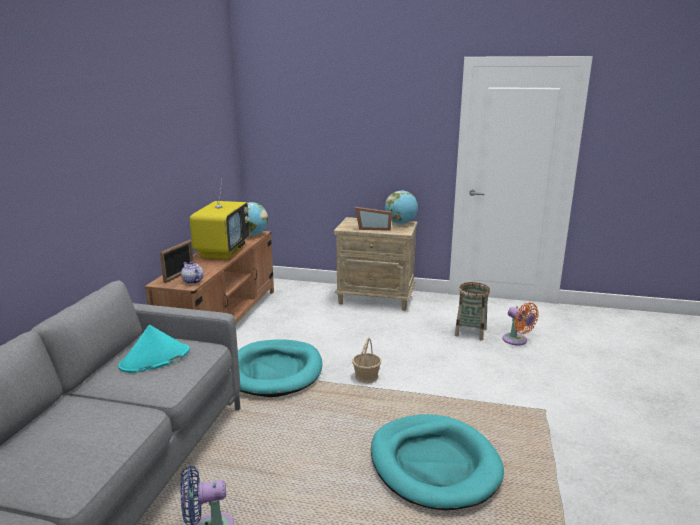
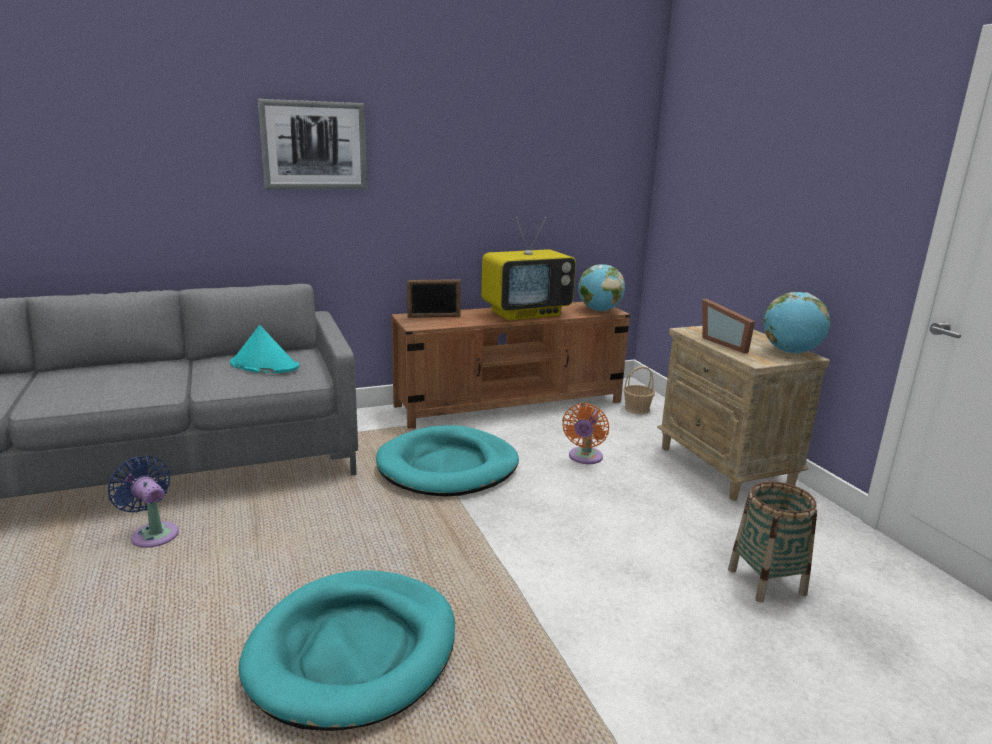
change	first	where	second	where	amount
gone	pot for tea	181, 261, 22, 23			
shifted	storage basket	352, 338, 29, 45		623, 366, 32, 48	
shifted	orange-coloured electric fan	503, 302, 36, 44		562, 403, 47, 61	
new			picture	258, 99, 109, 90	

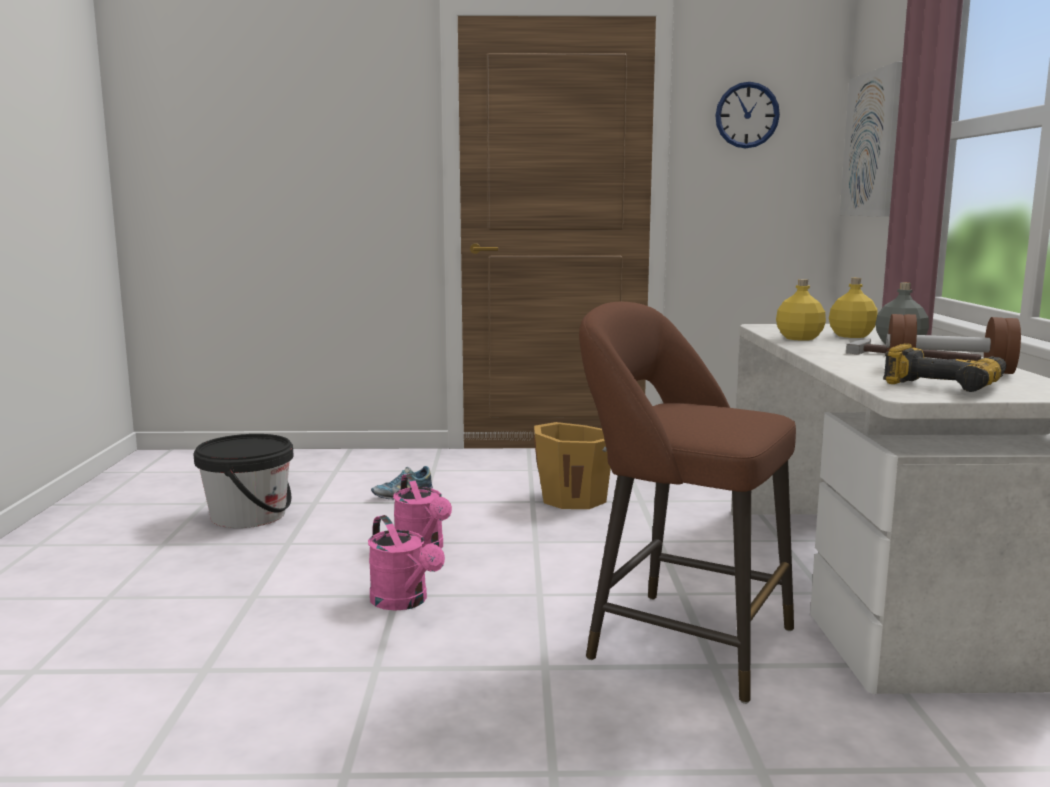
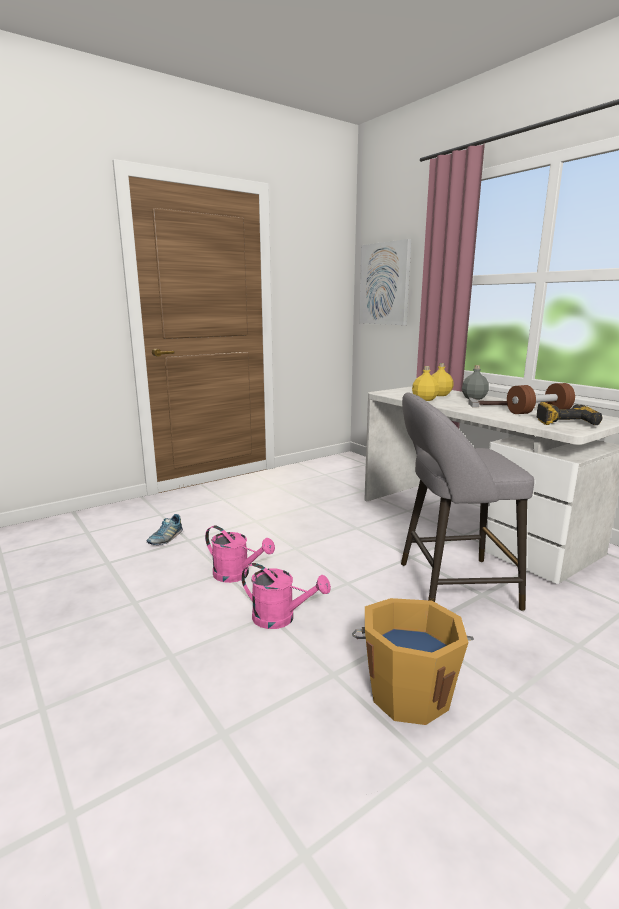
change	first	where	second	where	amount
gone	black-coloured water bucket	193, 434, 101, 94			
shifted	orange-coloured water bucket	534, 422, 77, 87		352, 598, 122, 127	
repainted	brownish stool seat	579, 302, 217, 402	grey stool seat	401, 392, 133, 219	
gone	hanging clock	715, 82, 65, 67			

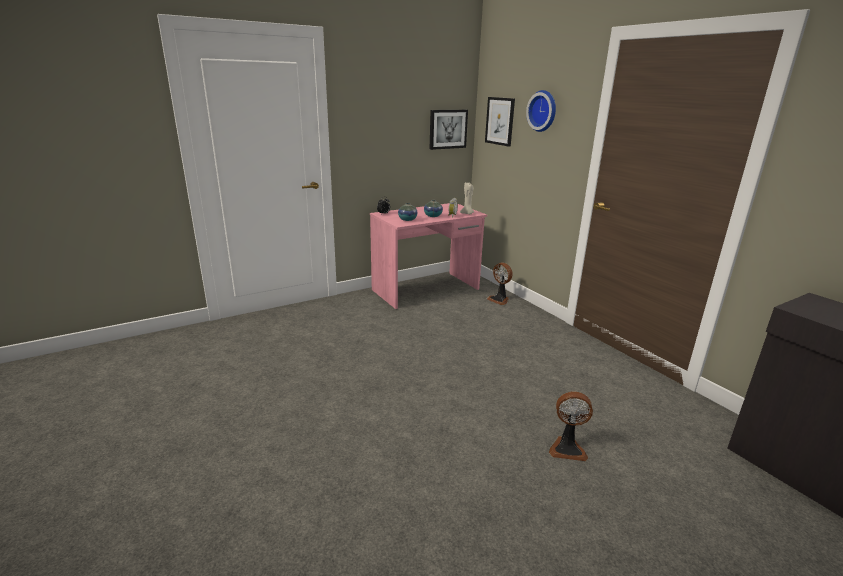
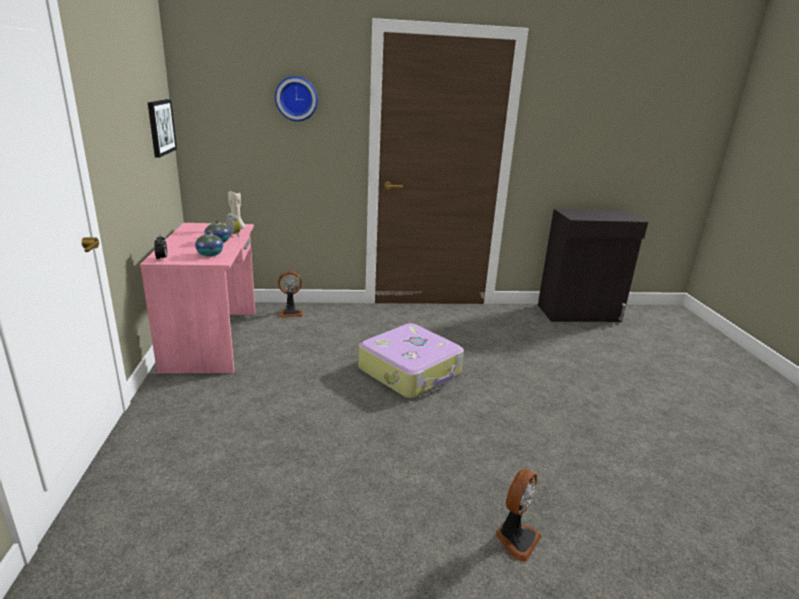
change	first	where	second	where	amount
gone	picture	485, 97, 30, 50			
shifted	electric fan	549, 392, 44, 69		495, 469, 47, 93	
new			piece of luggage	358, 323, 106, 75	

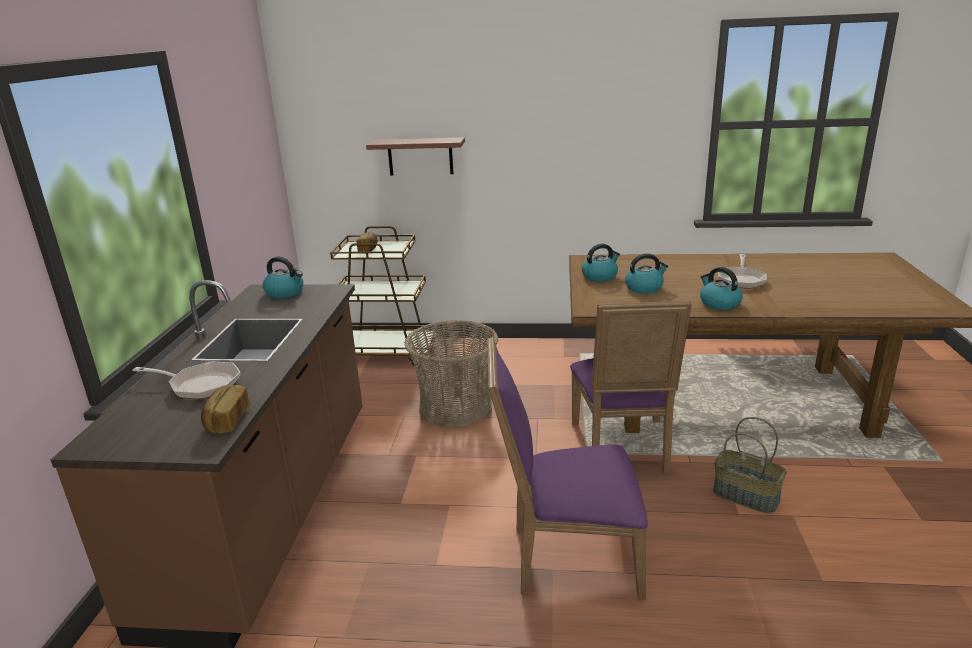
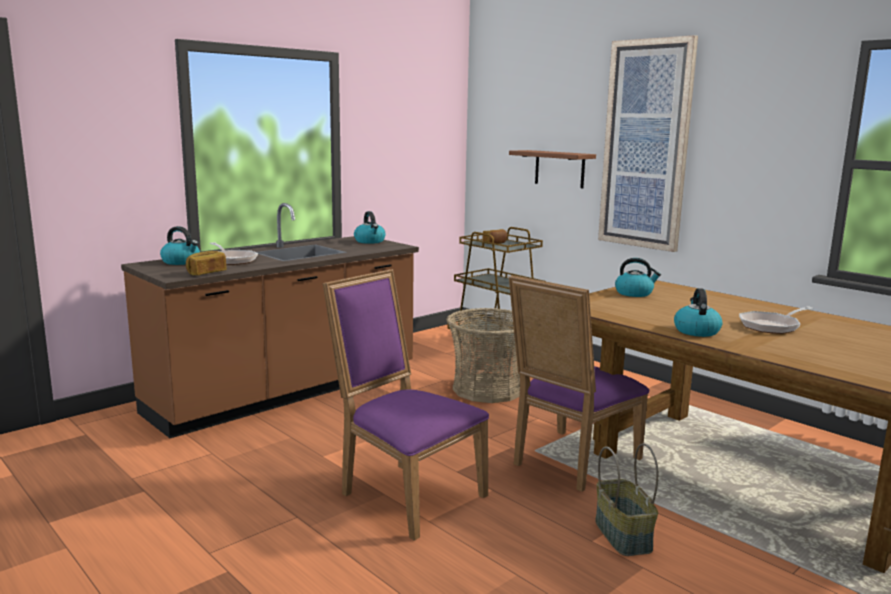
change	first	where	second	where	amount
shifted	tea kettle	625, 253, 43, 41		160, 226, 40, 39	
new			picture	598, 35, 100, 217	

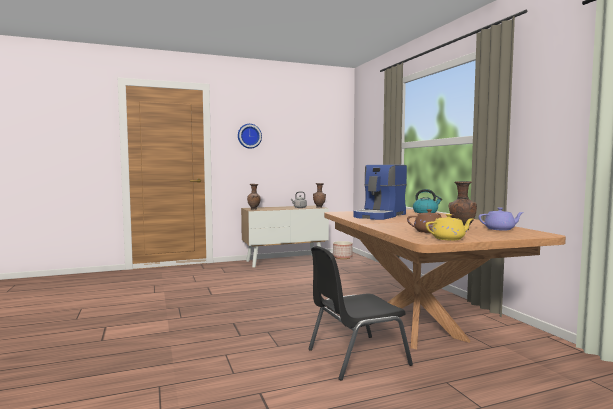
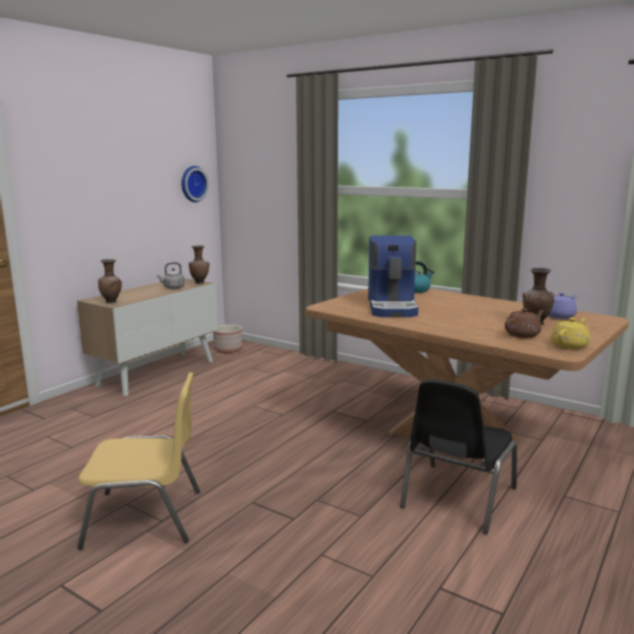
change	first	where	second	where	amount
shifted	hanging clock	238, 124, 24, 25		181, 166, 28, 36	
new			yellowish upright chair	77, 372, 123, 178	

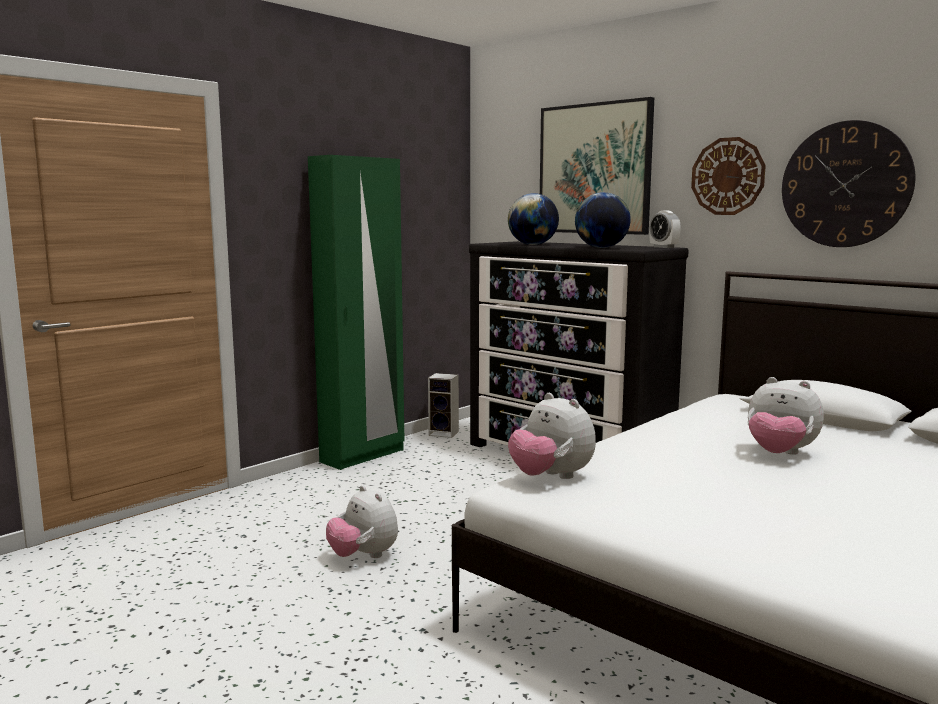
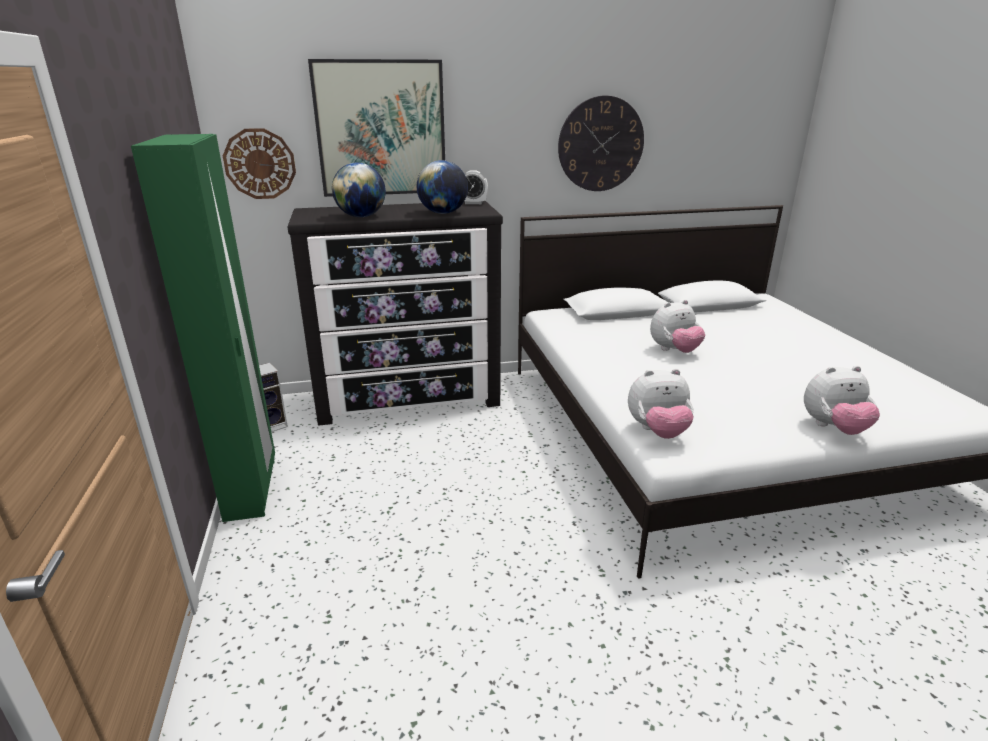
change	first	where	second	where	amount
shifted	cuddly toy	326, 486, 72, 72		804, 366, 76, 69	
shifted	hanging clock	691, 137, 75, 78		223, 128, 73, 71	

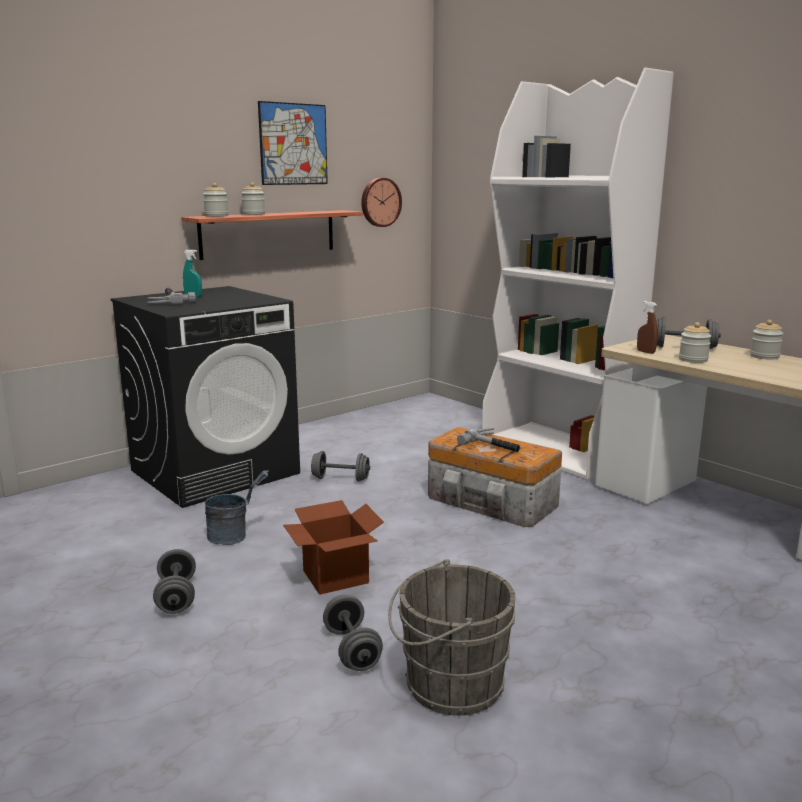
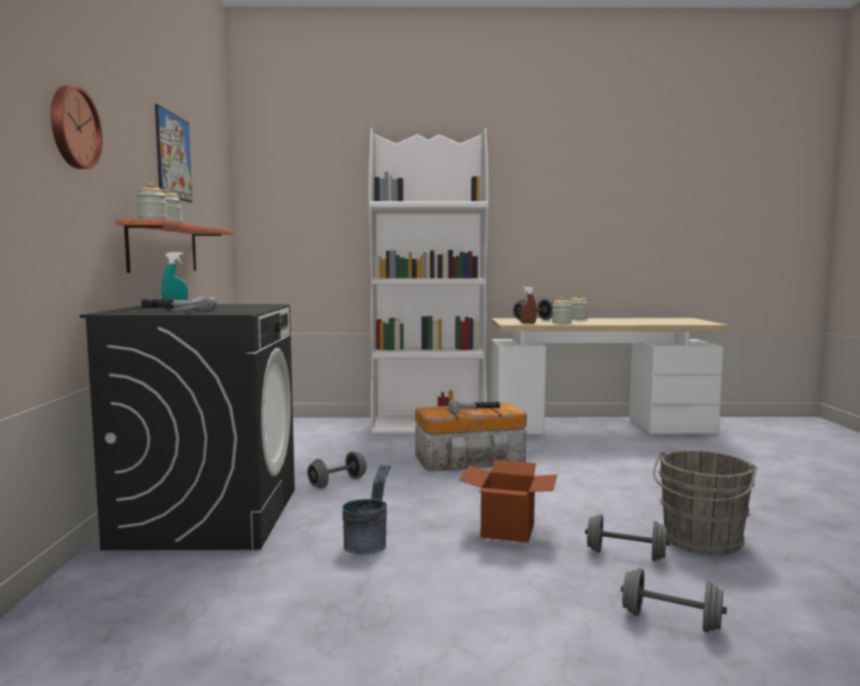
change	first	where	second	where	amount
shifted	grey dumbbell	153, 549, 43, 65		621, 568, 106, 64	
shifted	hanging clock	361, 178, 41, 49		51, 85, 52, 84	

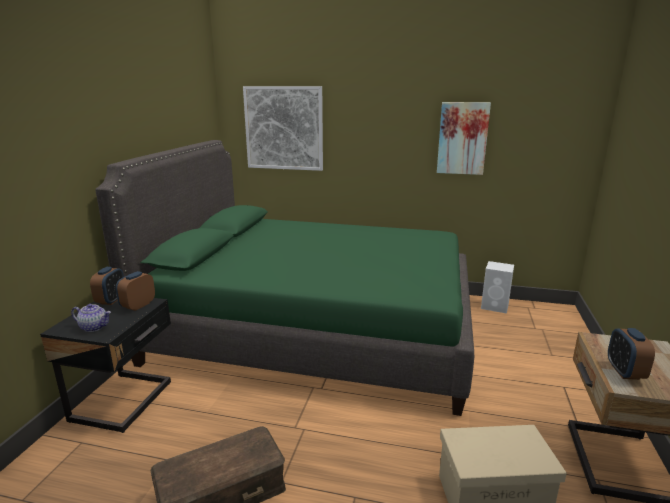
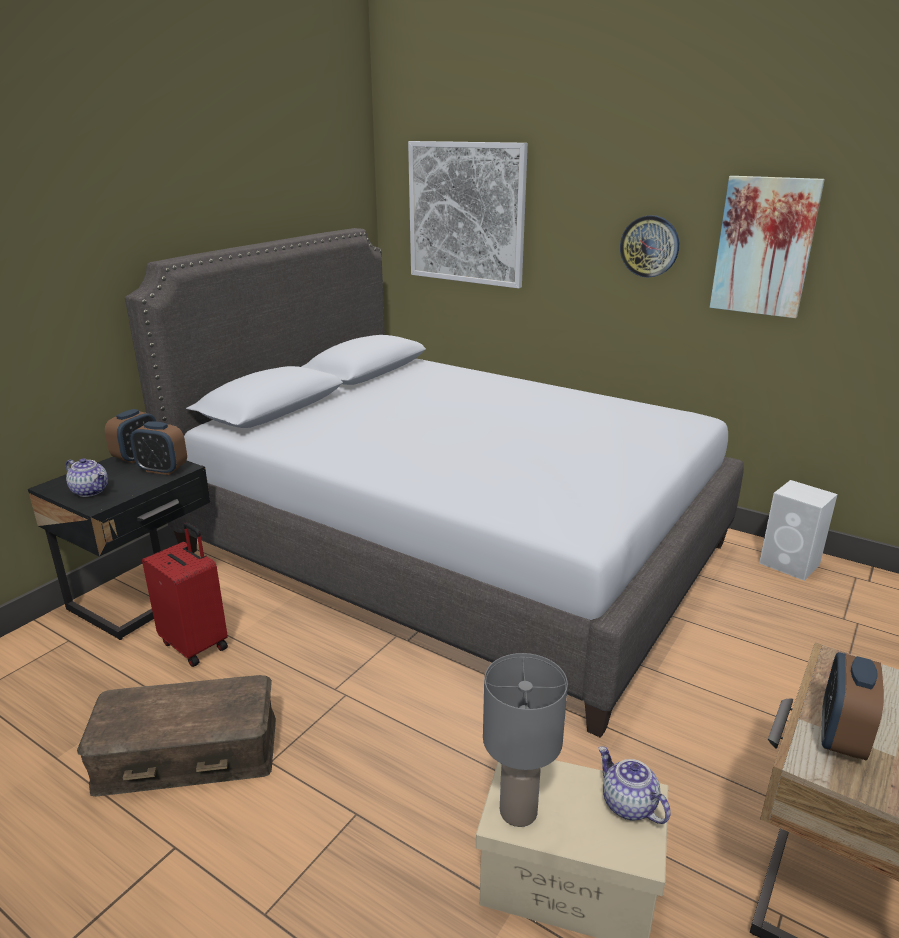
change	first	where	second	where	amount
repainted	green-coloured bed	95, 140, 379, 276	grey bed	125, 228, 619, 510	
rotated	alarm clock	116, 271, 39, 40		130, 421, 57, 54	120 degrees counterclockwise
new			red piece of luggage	142, 523, 86, 144	
new			grey lamp for a table	483, 653, 85, 174	
new			pot for tea	598, 746, 73, 78	
new			hanging clock	620, 215, 59, 62	

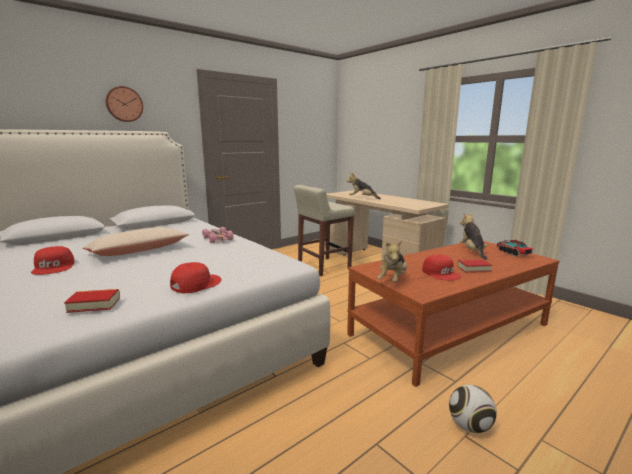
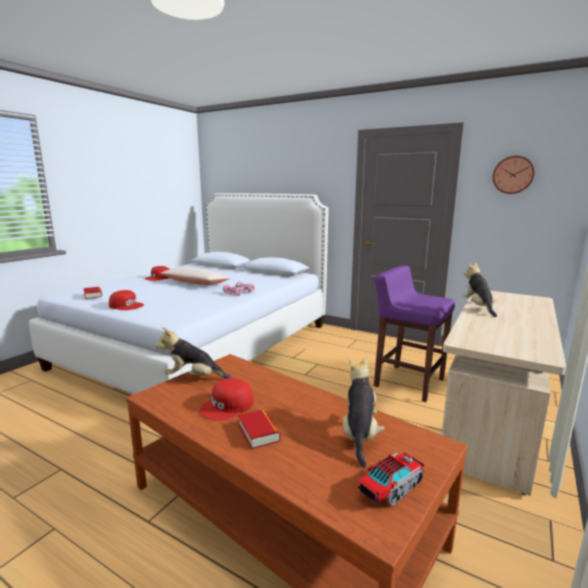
change	first	where	second	where	amount
shifted	hanging clock	105, 86, 38, 36		493, 156, 42, 38	
repainted	beige stool seat	294, 185, 61, 91	purple-coloured stool seat	374, 266, 81, 136	
gone	ball for football	449, 385, 48, 48			
rotated	cuddly toy	460, 213, 27, 47		343, 357, 42, 111	60 degrees counterclockwise

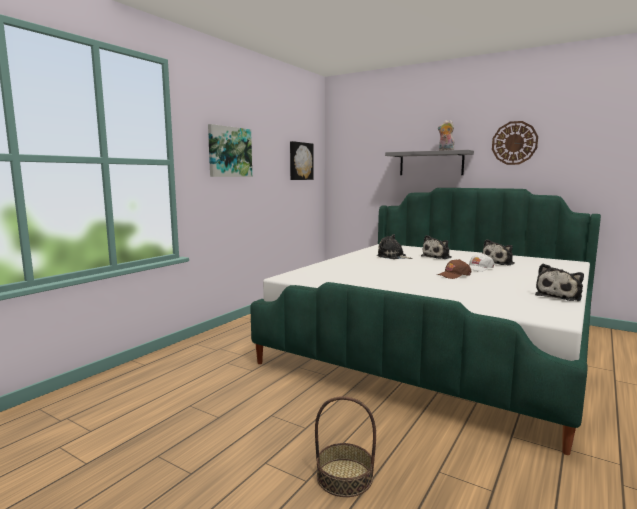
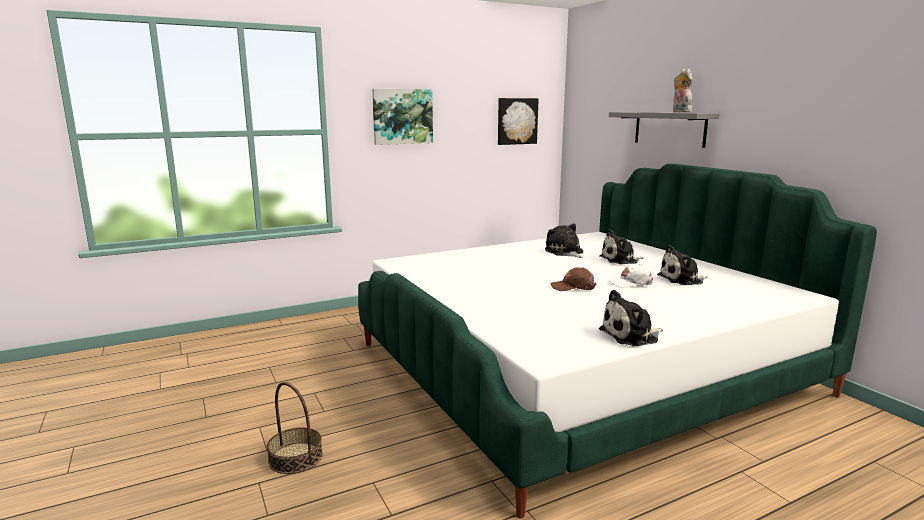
change	first	where	second	where	amount
gone	hanging clock	492, 121, 46, 44			

